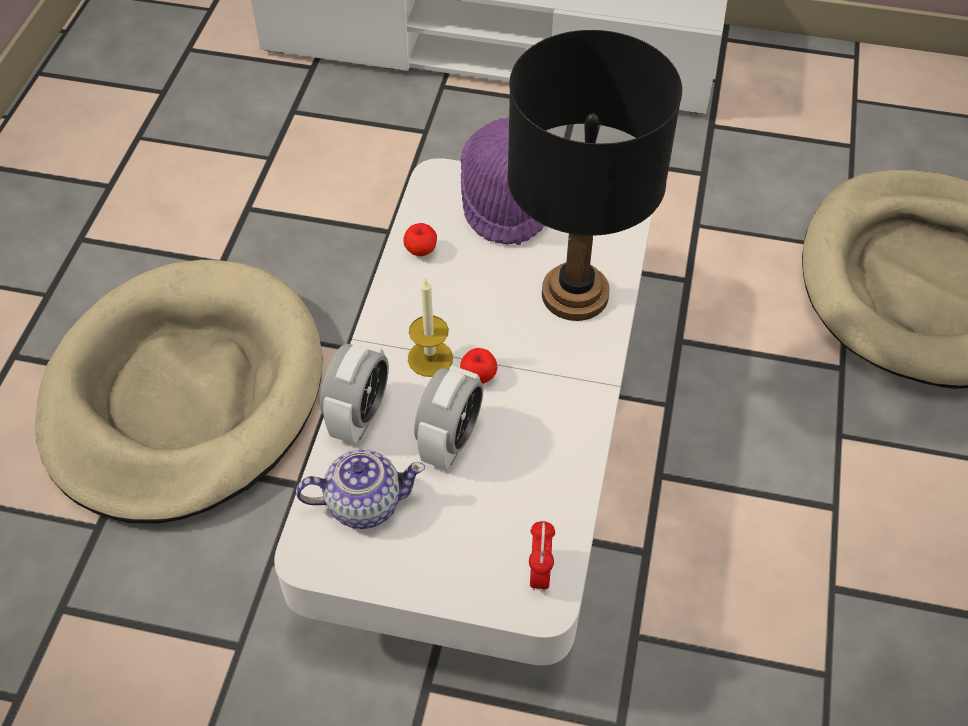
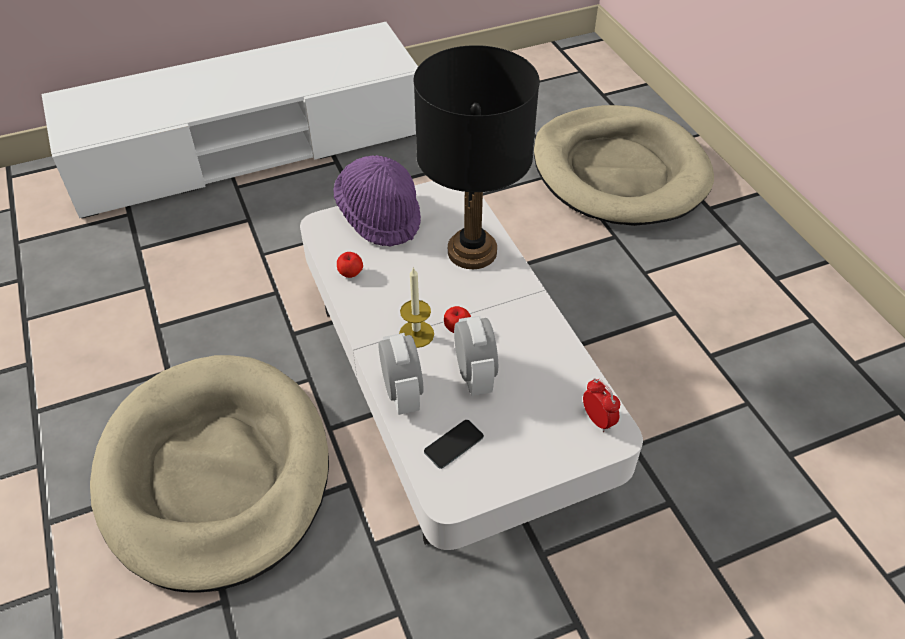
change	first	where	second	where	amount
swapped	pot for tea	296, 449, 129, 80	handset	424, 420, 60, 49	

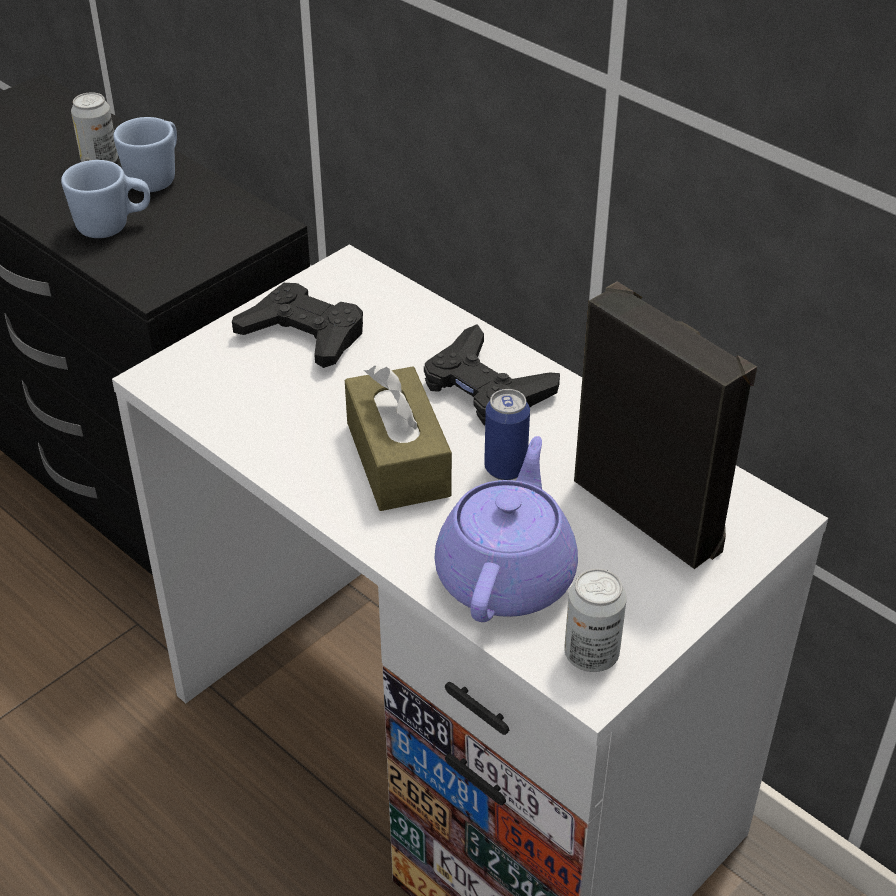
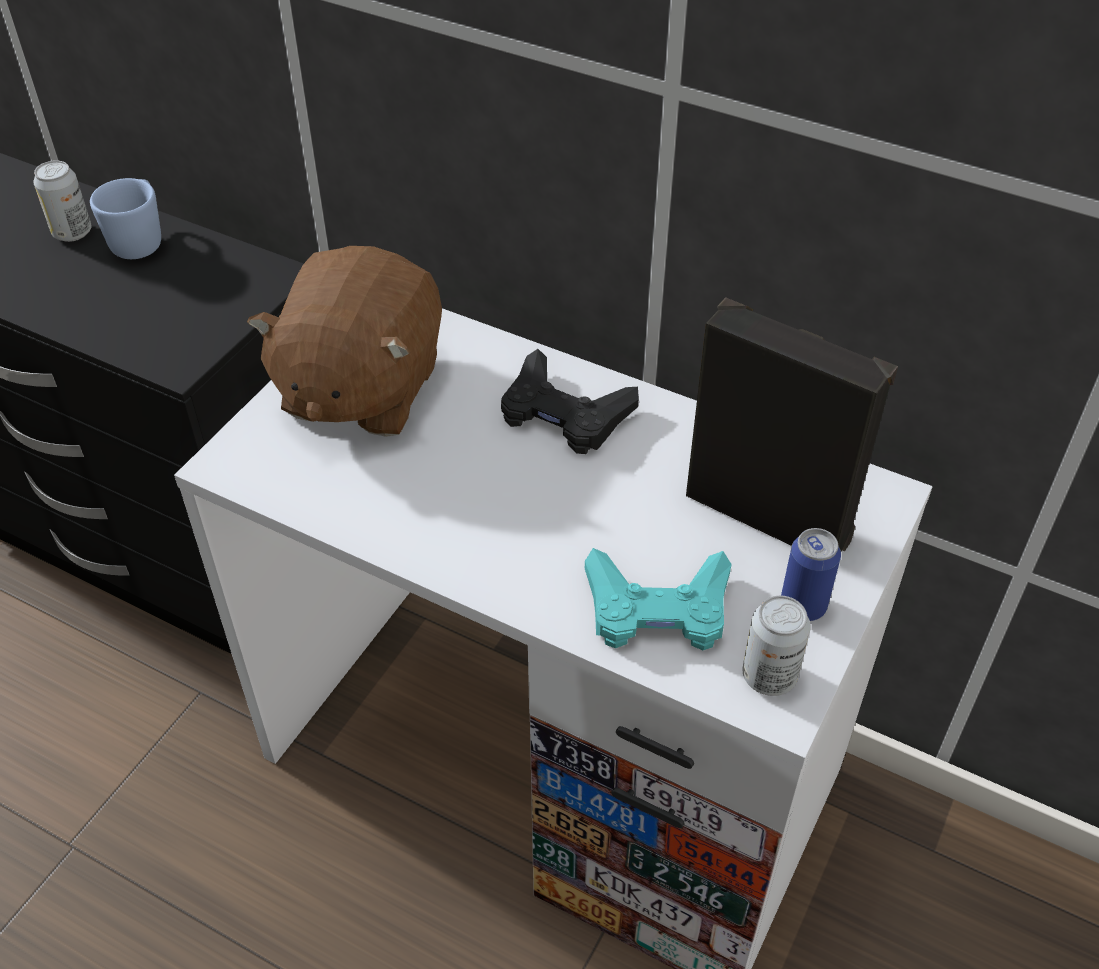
change	first	where	second	where	amount
gone	blue coffee mug	61, 160, 89, 78			
swapped	black-coloured joypad	232, 283, 131, 85	brownish cuddly toy	247, 246, 195, 191	
gone	brownish tissue holder	345, 366, 107, 145			
swapped	purple-coloured pot for tea	435, 436, 143, 186	turquoise joypad	585, 548, 147, 102	
shifted	can	484, 389, 46, 91		781, 528, 60, 93	

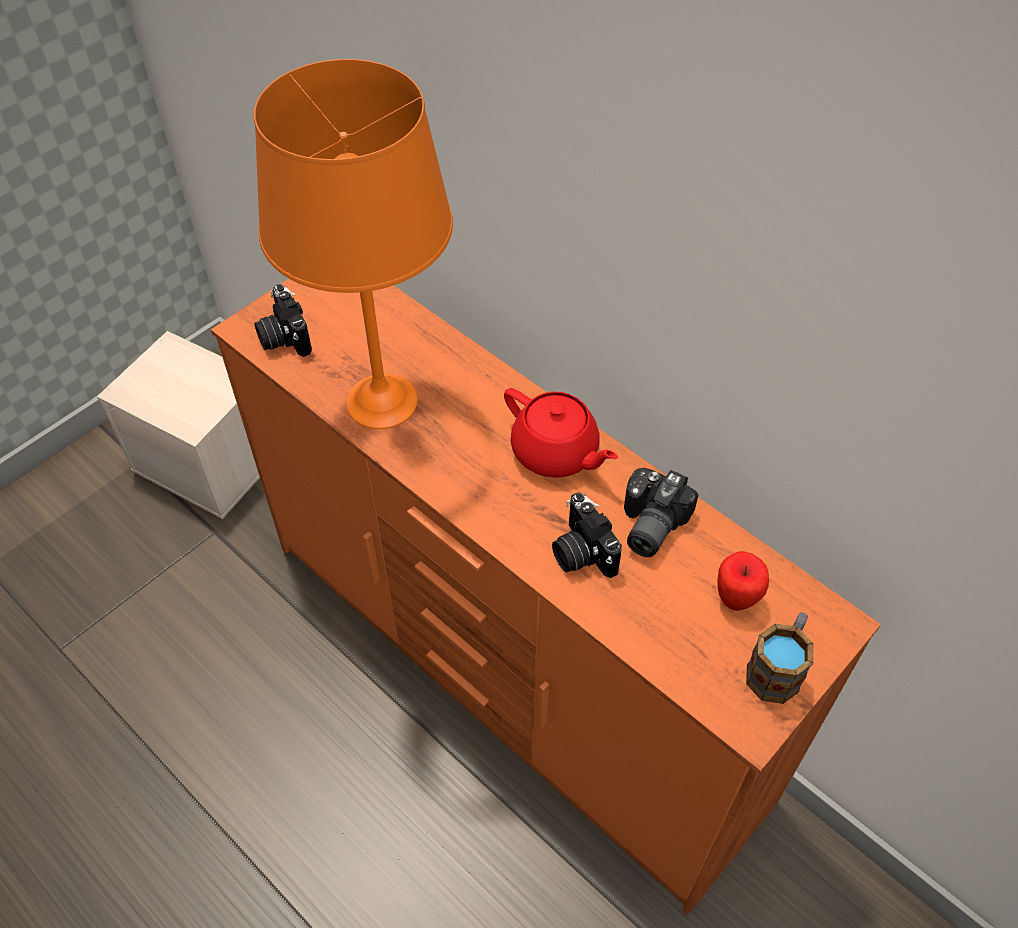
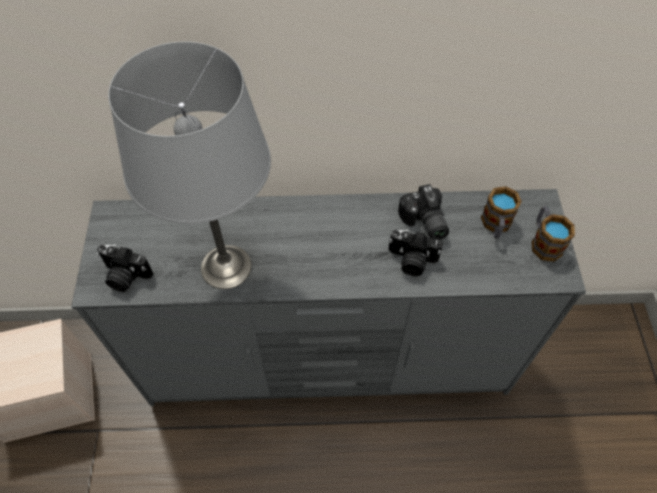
change	first	where	second	where	amount
repainted	orange-coloured chest of drawers	211, 279, 670, 636	grey chest of drawers	71, 189, 515, 217	
repainted	orange-coloured lamp for a table	254, 59, 199, 370	grey lamp for a table	108, 41, 163, 248	
gone	red pot for tea	504, 388, 114, 90			
swapped	apple fruit	717, 551, 52, 60	coffee mug	481, 186, 41, 53	

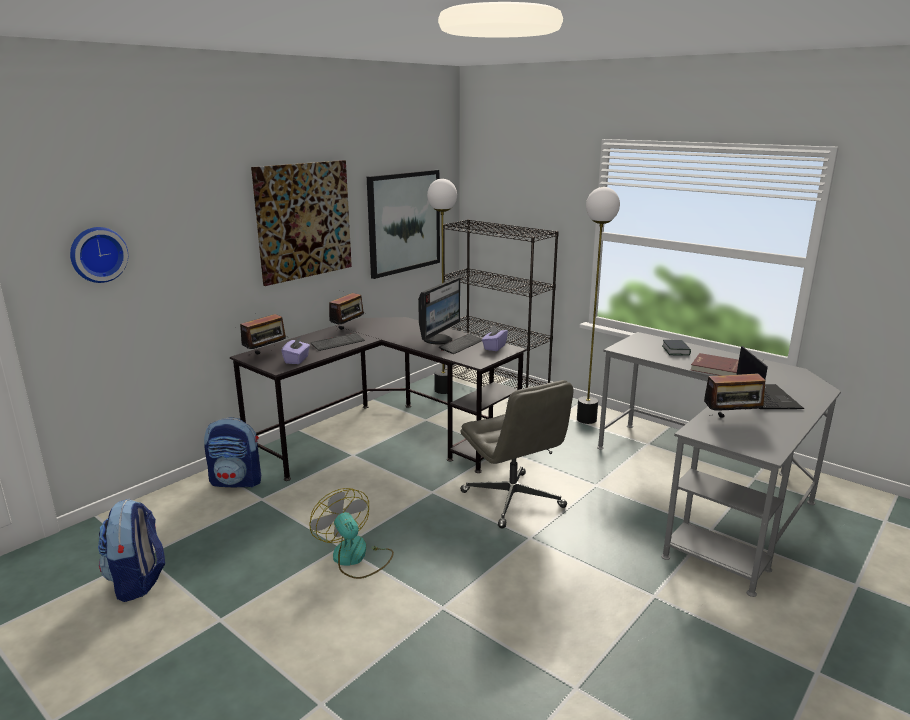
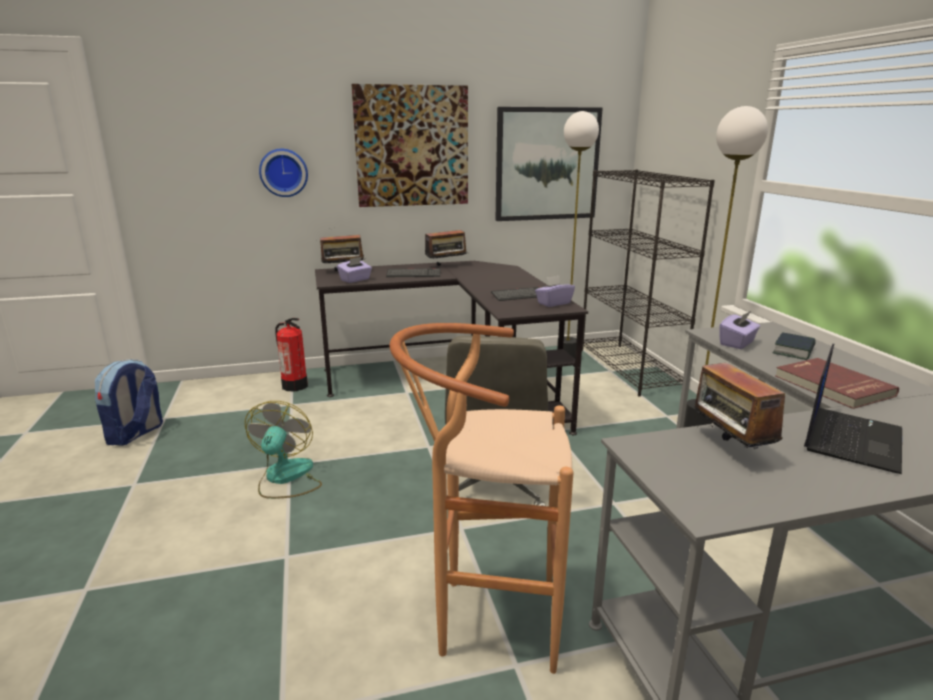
change	first	where	second	where	amount
shifted	hanging clock	70, 227, 58, 56		259, 149, 49, 48	
swapped	knapsack	204, 417, 57, 71	extinguisher	276, 318, 32, 73	
gone	monitor	418, 277, 42, 68			
rotated	radio receiver	704, 370, 63, 48		694, 350, 91, 100	45 degrees clockwise
new			brownish stool seat	390, 323, 183, 351	
new			purple-coloured tissue holder	719, 311, 41, 38	

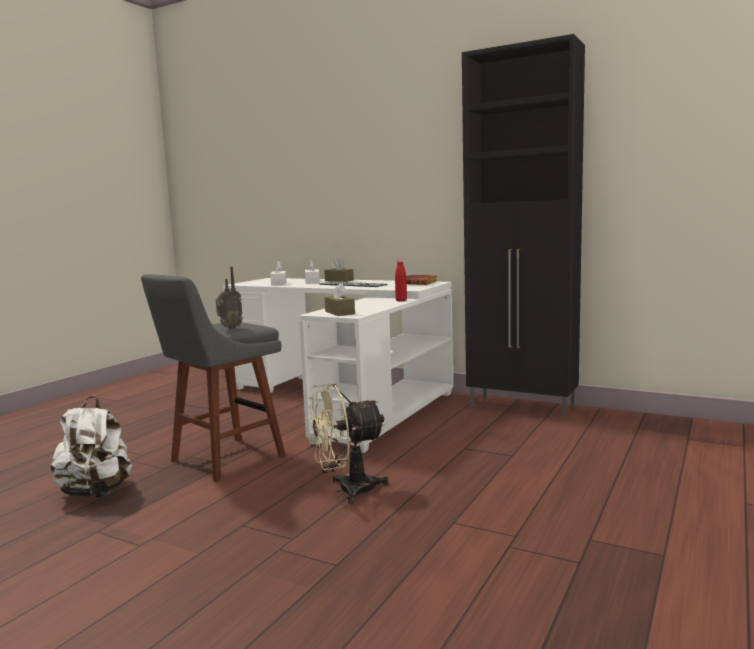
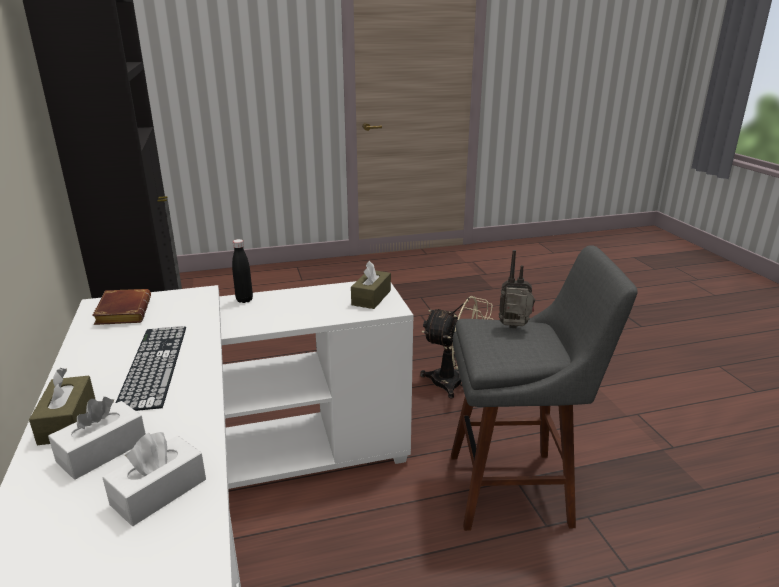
change	first	where	second	where	amount
gone	whitish knapsack	51, 396, 81, 102			
repainted	red beverage bottle	395, 258, 12, 44	black-coloured beverage bottle	232, 239, 21, 64	

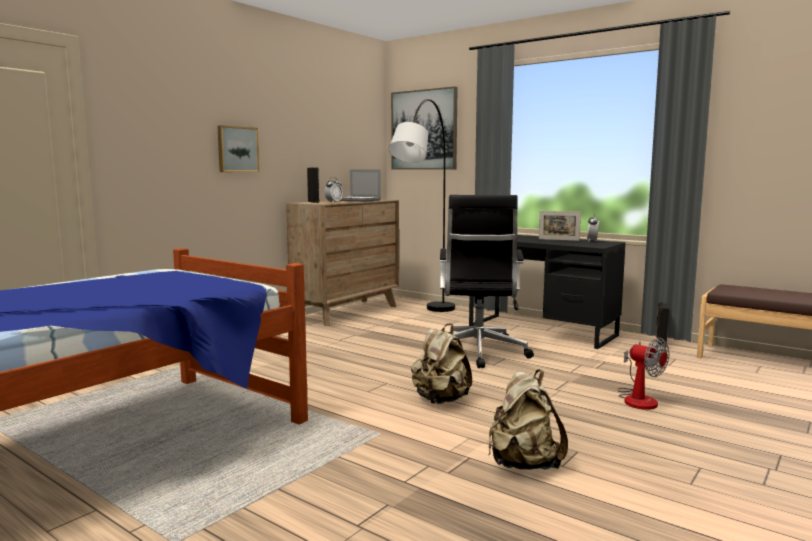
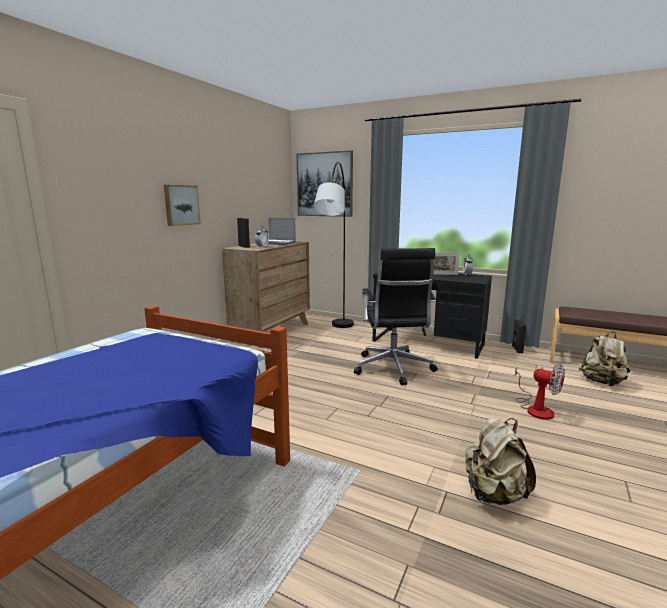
change	first	where	second	where	amount
shifted	beige knapsack	411, 323, 61, 81		579, 331, 51, 55	

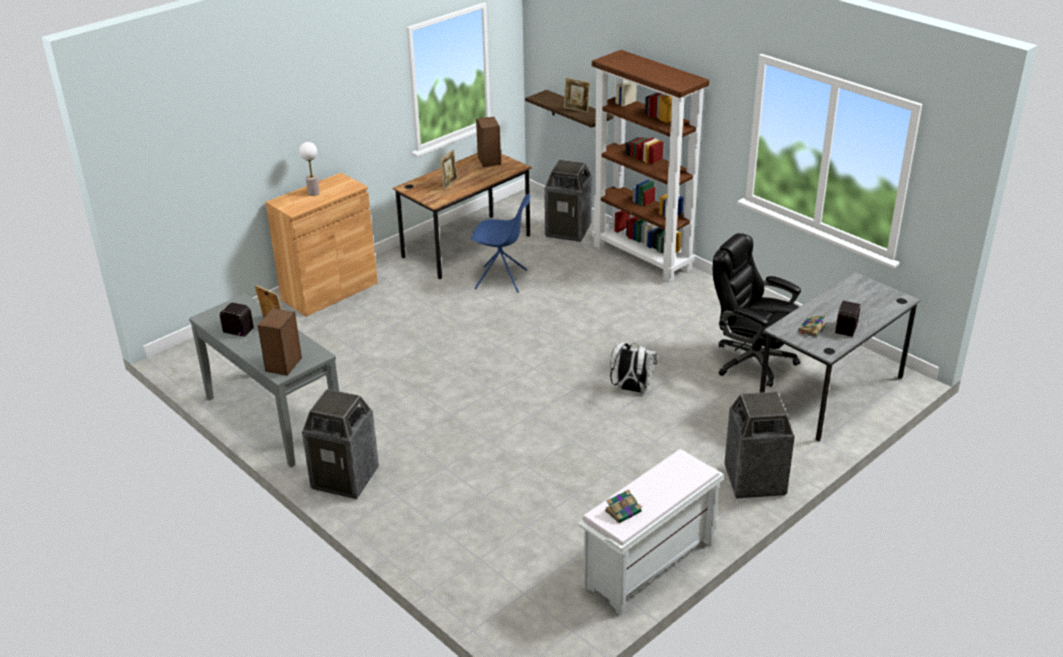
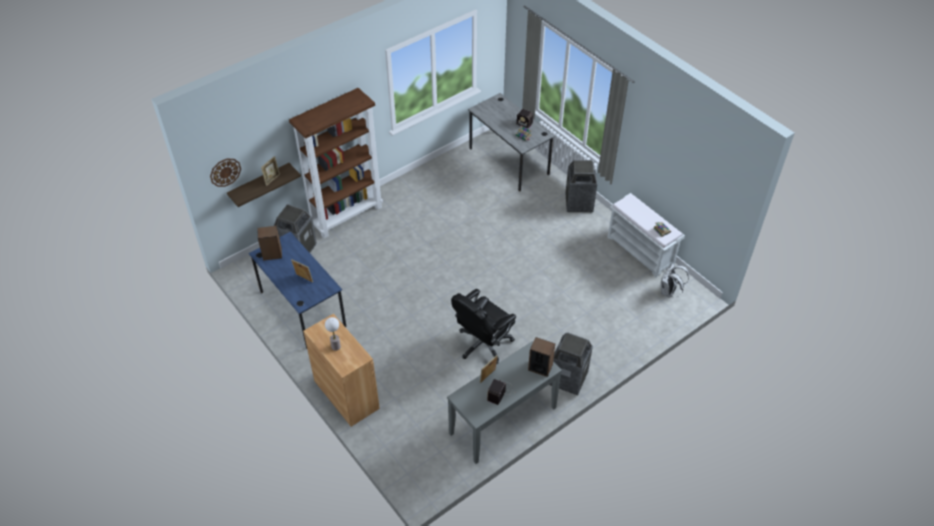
change	first	where	second	where	amount
repainted	brownish desk	393, 153, 138, 126	blue desk	249, 231, 97, 118	
gone	blue upright chair	471, 194, 59, 99			
shifted	whitish knapsack	610, 343, 47, 50		661, 263, 28, 35	
shifted	black-coloured office chair	713, 233, 88, 154		451, 289, 65, 75	
new			hanging clock	210, 159, 31, 28	

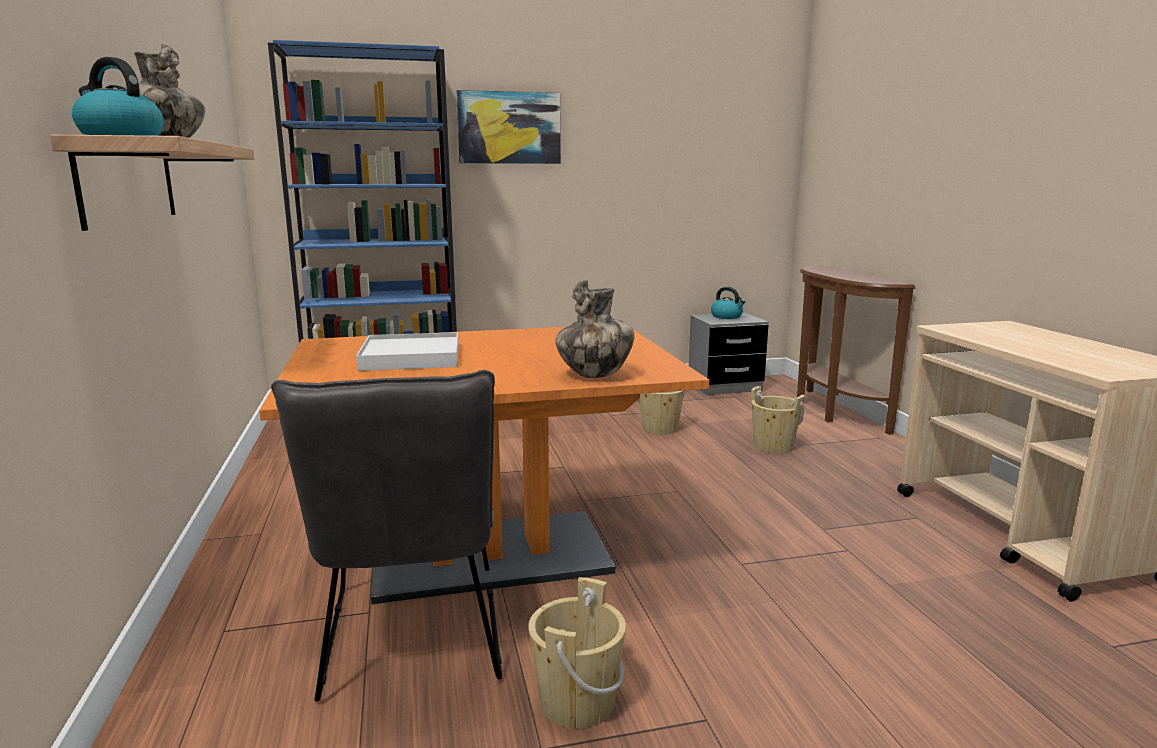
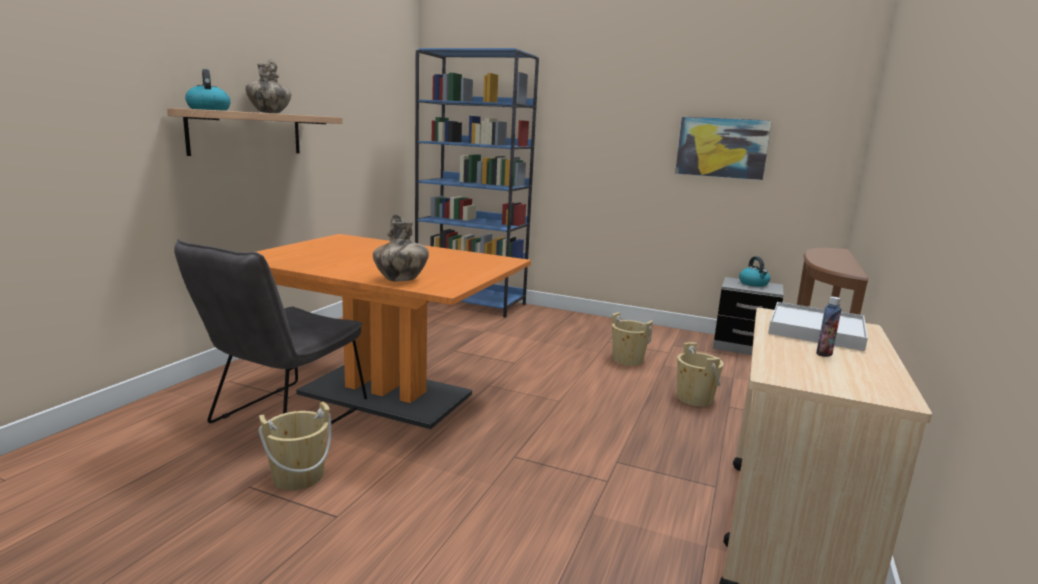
change	first	where	second	where	amount
shifted	whitish tray	356, 332, 103, 39		768, 302, 100, 49	
shifted	picture	456, 90, 105, 74		675, 117, 97, 63	
new			beverage bottle	816, 297, 26, 60	

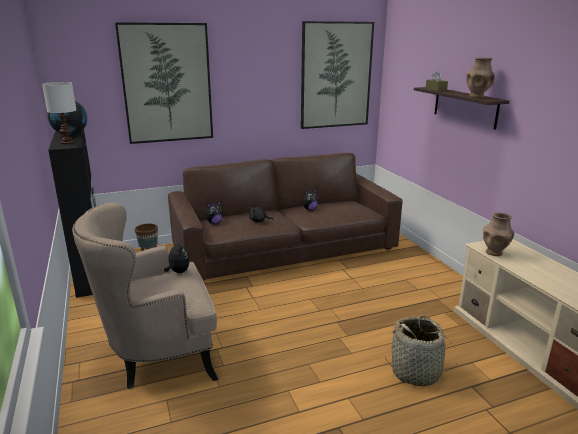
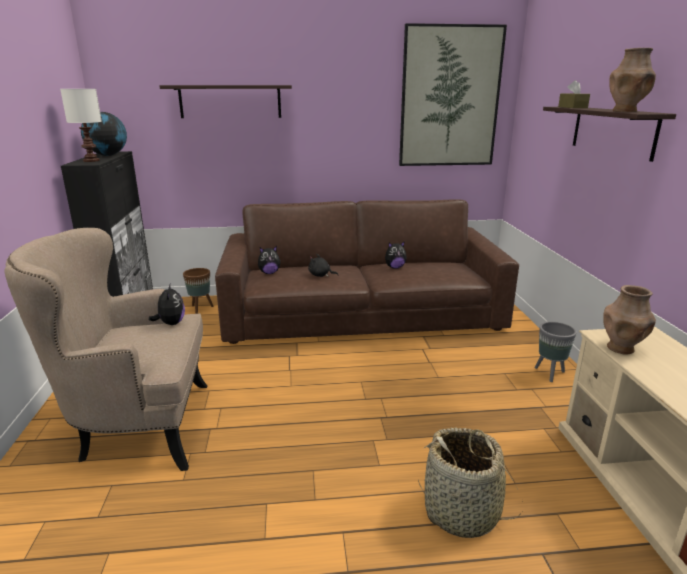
change	first	where	second	where	amount
swapped	picture	115, 22, 98, 122	wall shelf	159, 85, 133, 33	
new			grey plant pot	534, 322, 43, 60	

